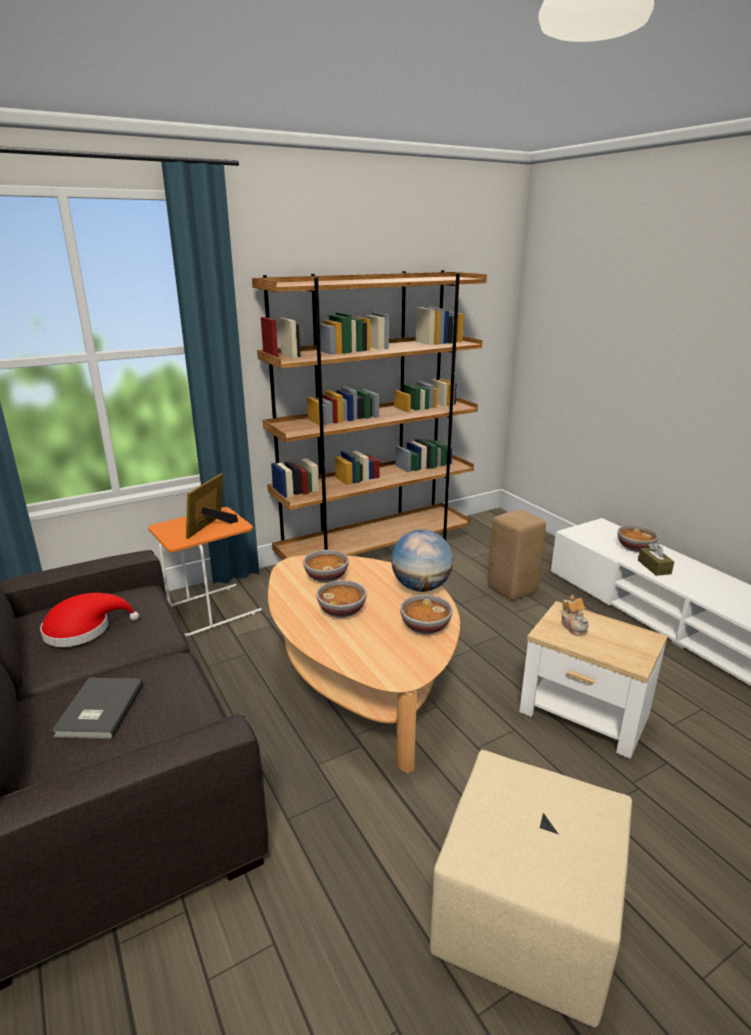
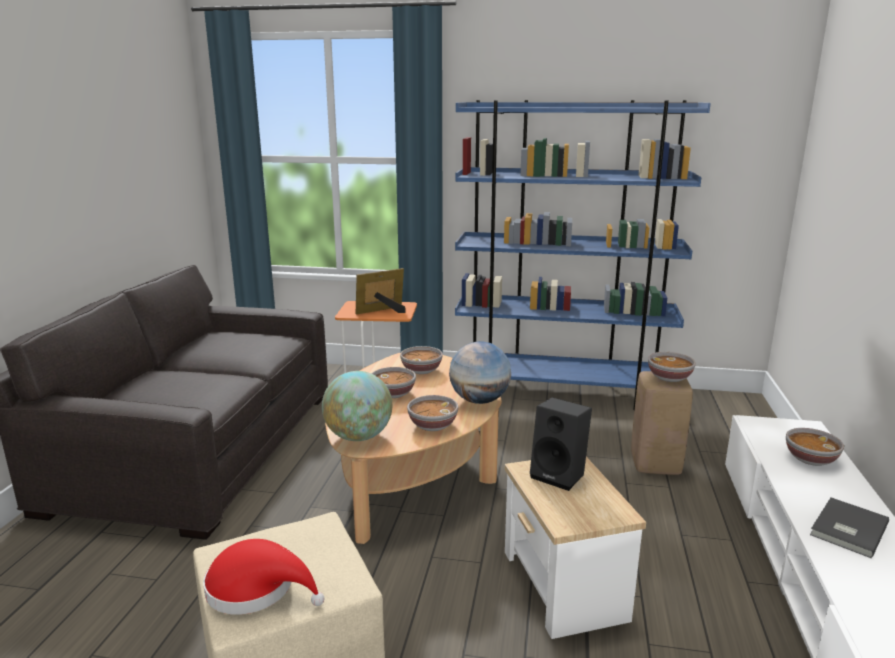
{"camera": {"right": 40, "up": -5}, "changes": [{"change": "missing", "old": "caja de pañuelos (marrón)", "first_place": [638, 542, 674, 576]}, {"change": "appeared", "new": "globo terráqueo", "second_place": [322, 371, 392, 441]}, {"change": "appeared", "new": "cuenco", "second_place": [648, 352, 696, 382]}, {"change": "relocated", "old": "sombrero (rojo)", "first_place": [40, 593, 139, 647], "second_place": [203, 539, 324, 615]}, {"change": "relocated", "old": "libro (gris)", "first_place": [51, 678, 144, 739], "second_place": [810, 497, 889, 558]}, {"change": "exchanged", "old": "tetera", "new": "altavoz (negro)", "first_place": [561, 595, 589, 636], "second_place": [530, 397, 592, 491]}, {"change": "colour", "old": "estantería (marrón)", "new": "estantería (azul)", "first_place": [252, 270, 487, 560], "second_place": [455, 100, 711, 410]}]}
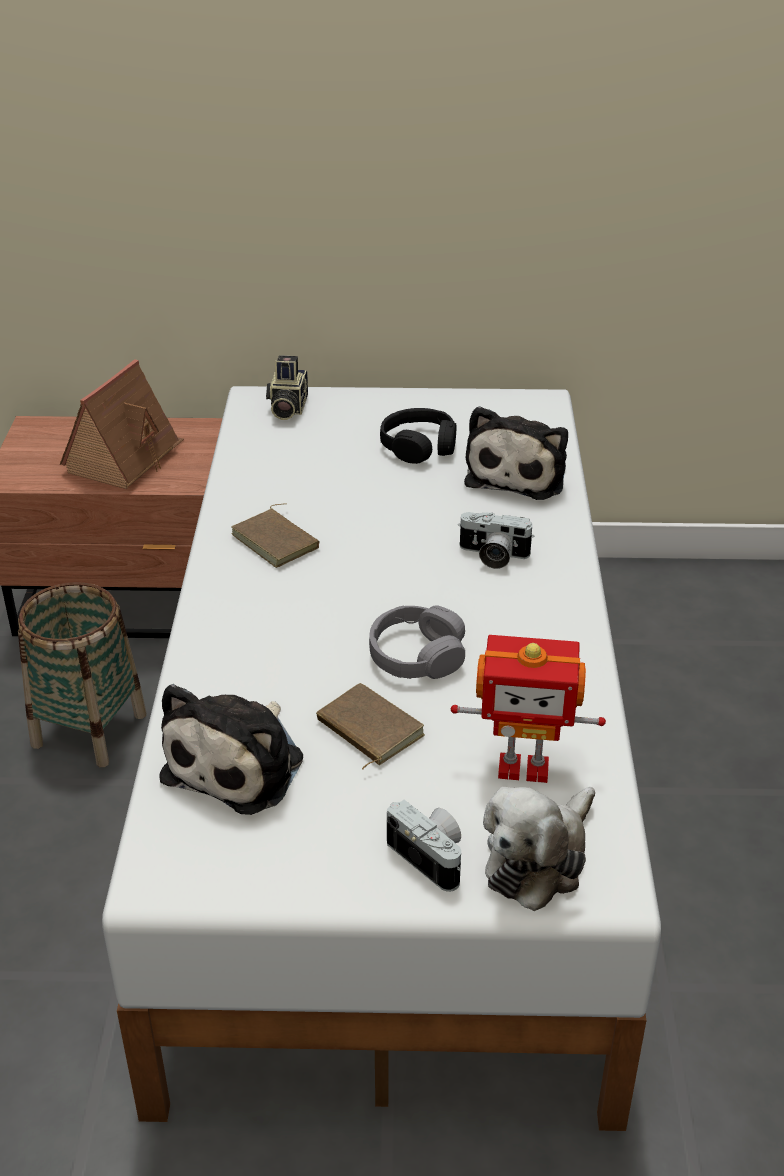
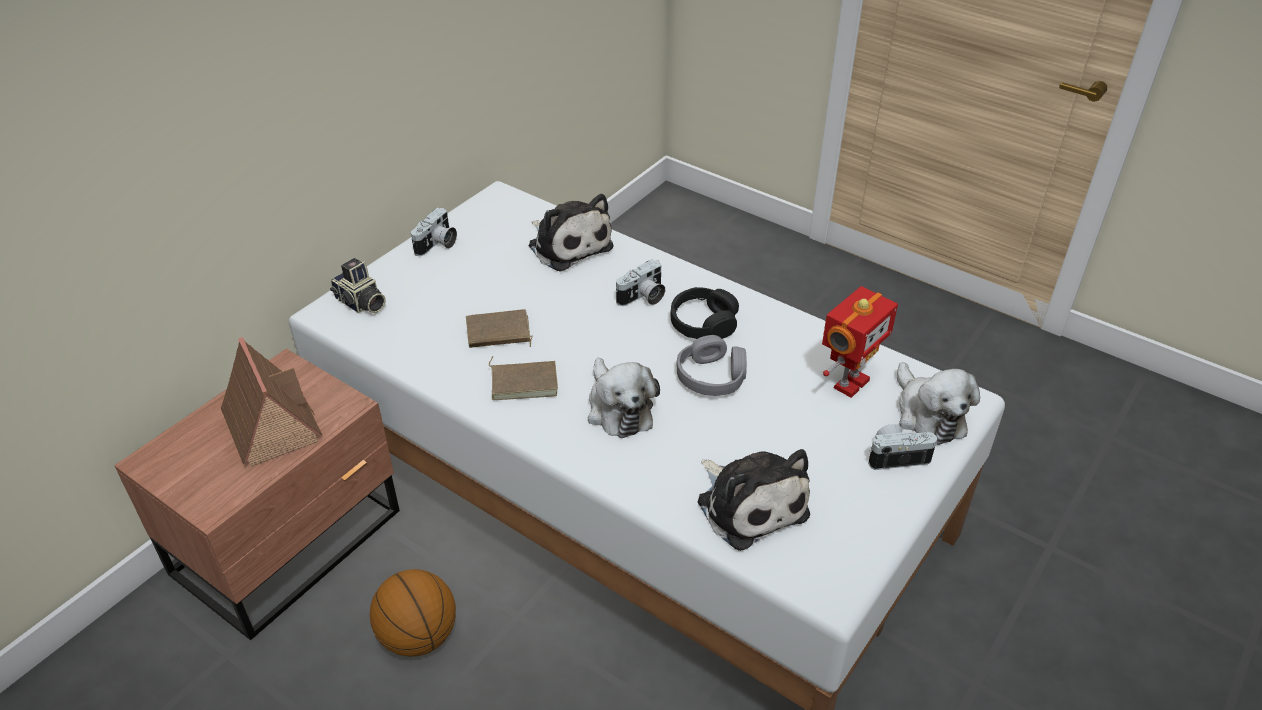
{"camera": {"right": -55, "up": 5}, "changes": [{"change": "appeared", "new": "cámara", "second_place": [411, 208, 457, 256]}, {"change": "appeared", "new": "peluche", "second_place": [588, 358, 660, 438]}, {"change": "relocated", "old": "libro (marrón)", "first_place": [316, 683, 425, 769], "second_place": [466, 309, 533, 348]}, {"change": "relocated", "old": "auriculares (negro)", "first_place": [380, 408, 456, 464], "second_place": [671, 287, 739, 339]}, {"change": "exchanged", "old": "cesta", "new": "balón de baloncesto", "first_place": [18, 582, 146, 767], "second_place": [370, 569, 456, 657]}]}
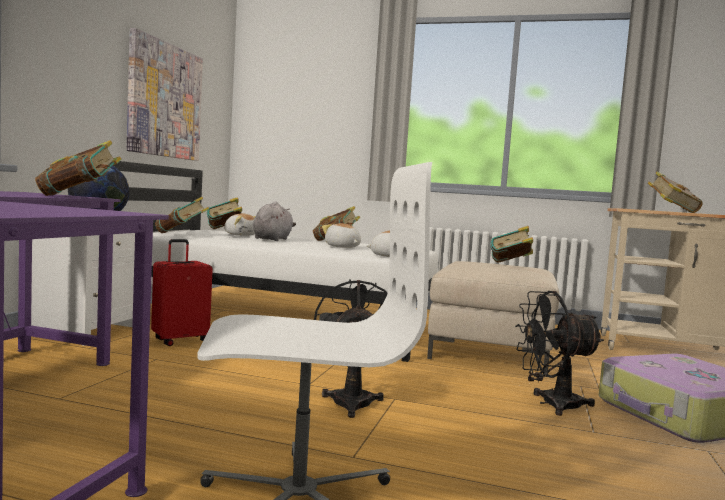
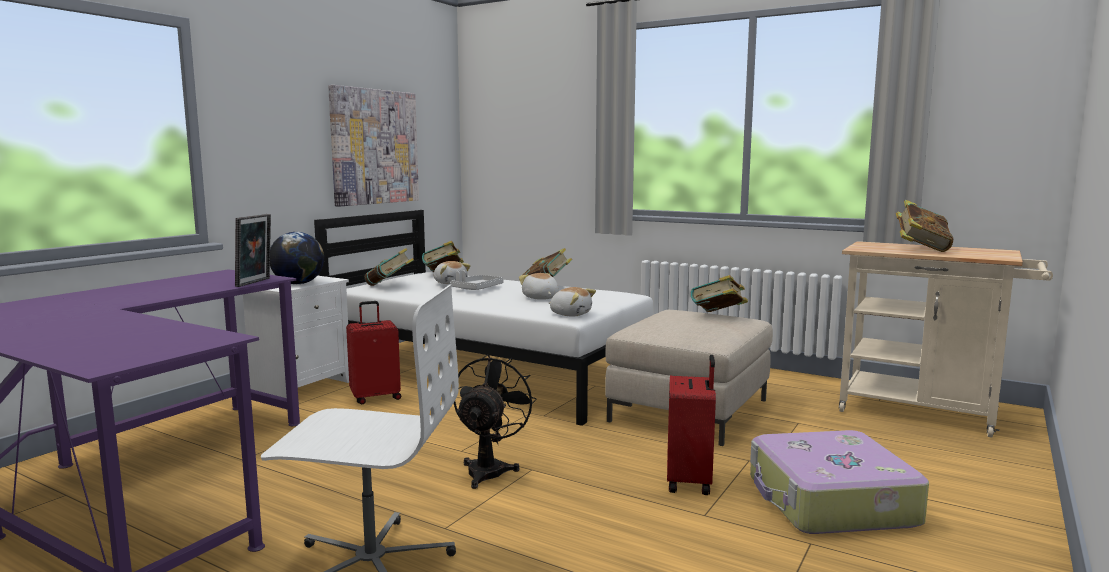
{"camera": {"right": 15, "up": 5}, "changes": [{"change": "exchanged", "old": "libro", "new": "portarretratos", "first_place": [35, 140, 121, 196], "second_place": [235, 214, 271, 287]}, {"change": "exchanged", "old": "peluche (gris)", "new": "bandeja (gris)", "first_place": [253, 202, 296, 241], "second_place": [450, 270, 503, 290]}, {"change": "exchanged", "old": "ventilador (negro)", "new": "maleta (rojo)", "first_place": [515, 291, 604, 416], "second_place": [667, 355, 716, 495]}]}
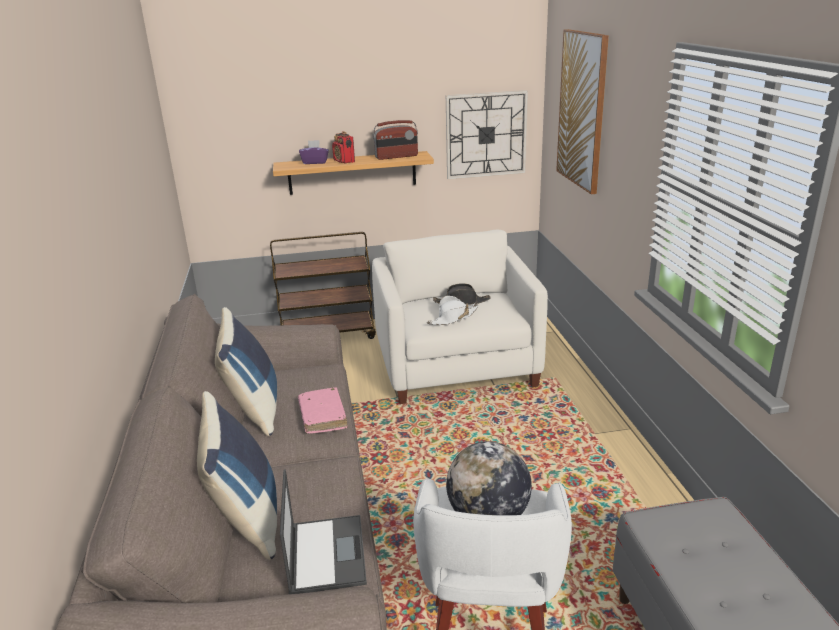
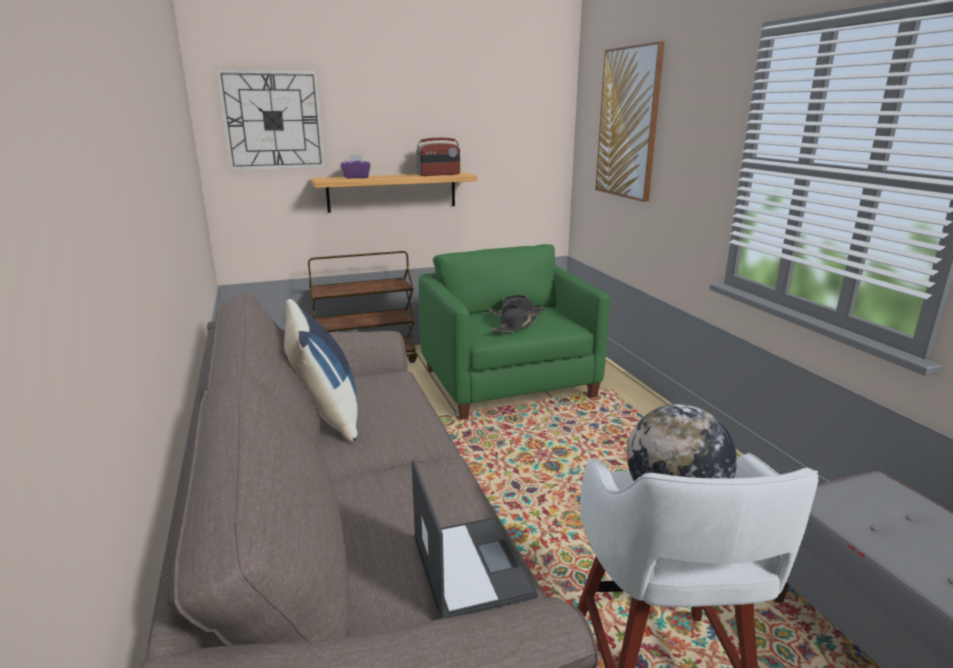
{"camera": {"right": -10, "up": -5}, "changes": [{"change": "missing", "old": "cojín (azul)", "first_place": [197, 391, 277, 560]}, {"change": "missing", "old": "libro (rosa)", "first_place": [298, 387, 348, 433]}, {"change": "missing", "old": "radio", "first_place": [332, 131, 355, 164]}, {"change": "relocated", "old": "reloj de pared", "first_place": [446, 90, 528, 180], "second_place": [216, 69, 325, 170]}, {"change": "colour", "old": "sillón (blanco)", "new": "sillón (verde)", "first_place": [372, 230, 548, 404], "second_place": [419, 244, 610, 420]}, {"change": "colour", "old": "sombrero (blanco)", "new": "sombrero (negro)", "first_place": [427, 296, 479, 325], "second_place": [491, 304, 539, 332]}]}
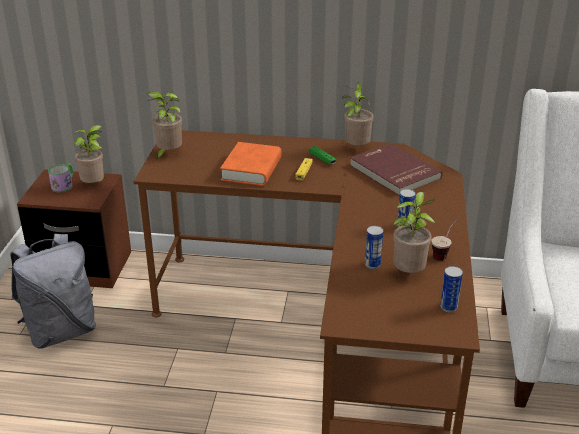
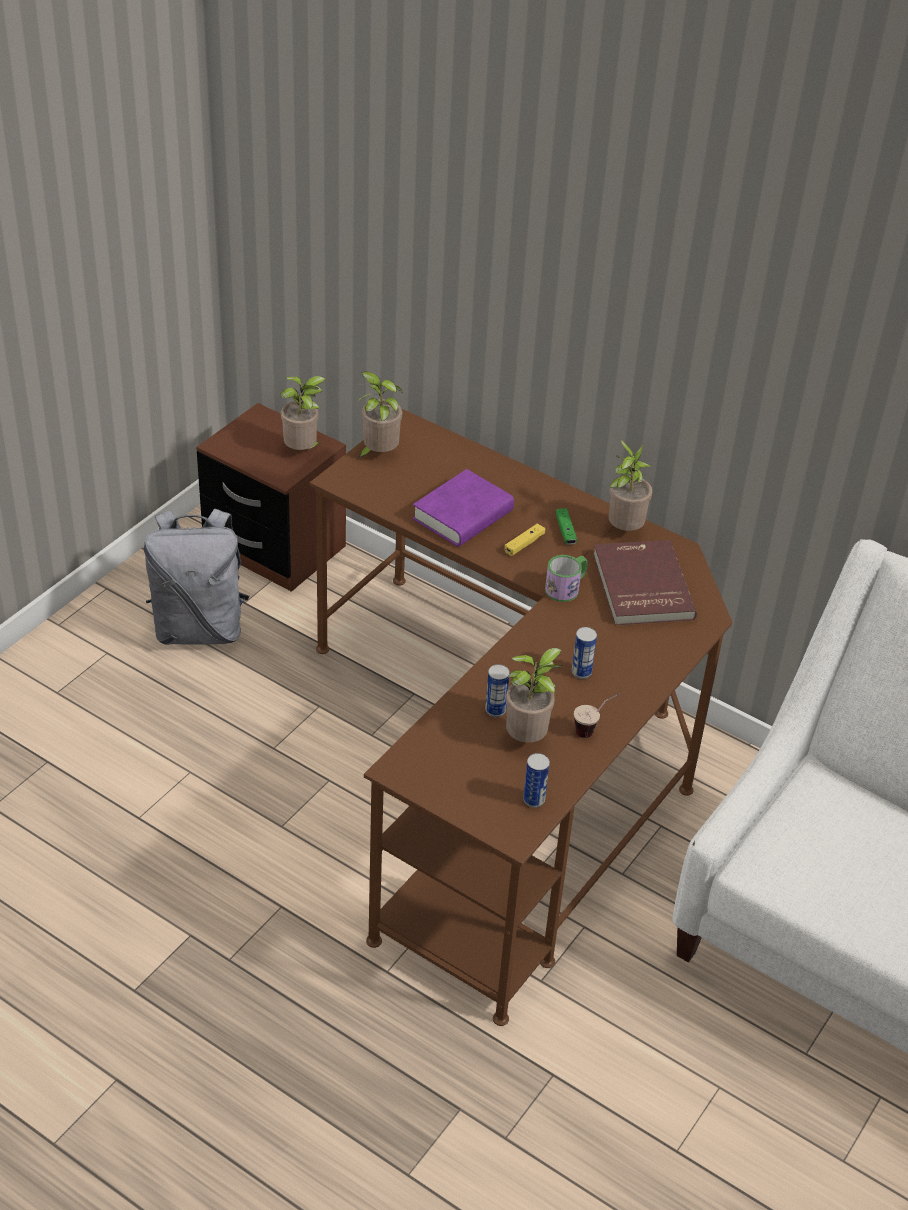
{"camera": {"right": 25, "up": 10}, "changes": [{"change": "relocated", "old": "taza grande", "first_place": [48, 163, 73, 192], "second_place": [545, 555, 587, 602]}, {"change": "colour", "old": "libro (naranja)", "new": "libro (morado)", "first_place": [220, 142, 281, 186], "second_place": [412, 469, 514, 547]}]}
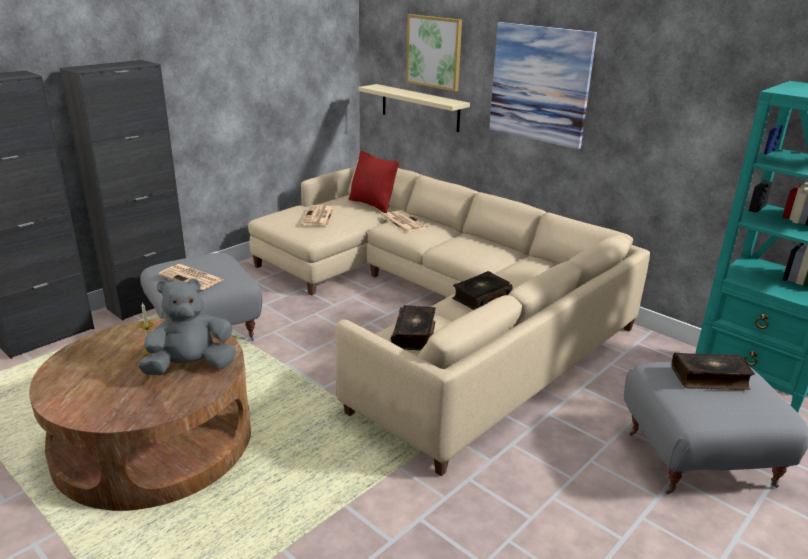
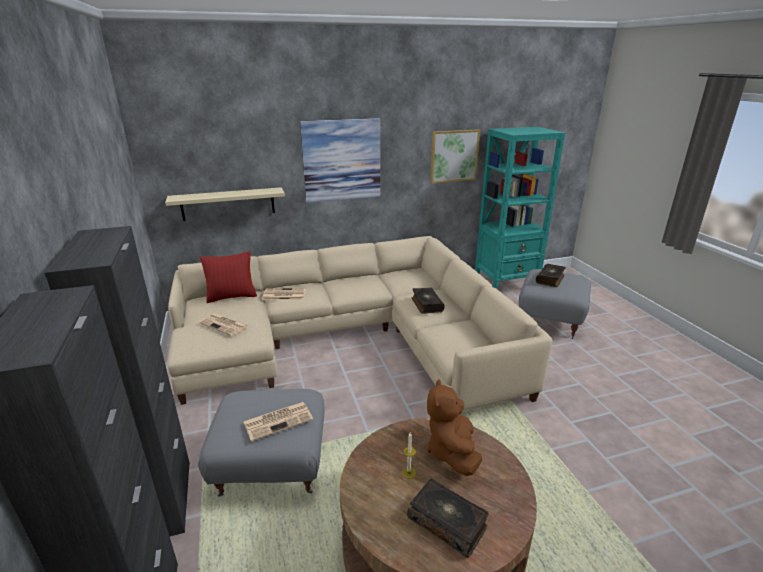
{"camera": {"right": -60, "up": 0}, "changes": [{"change": "relocated", "old": "libro", "first_place": [390, 305, 436, 351], "second_place": [407, 479, 488, 558]}, {"change": "relocated", "old": "cuadro", "first_place": [406, 14, 462, 91], "second_place": [430, 129, 480, 183]}, {"change": "colour", "old": "peluche (gris)", "new": "peluche (marrón)", "first_place": [138, 278, 236, 375], "second_place": [427, 379, 482, 476]}]}
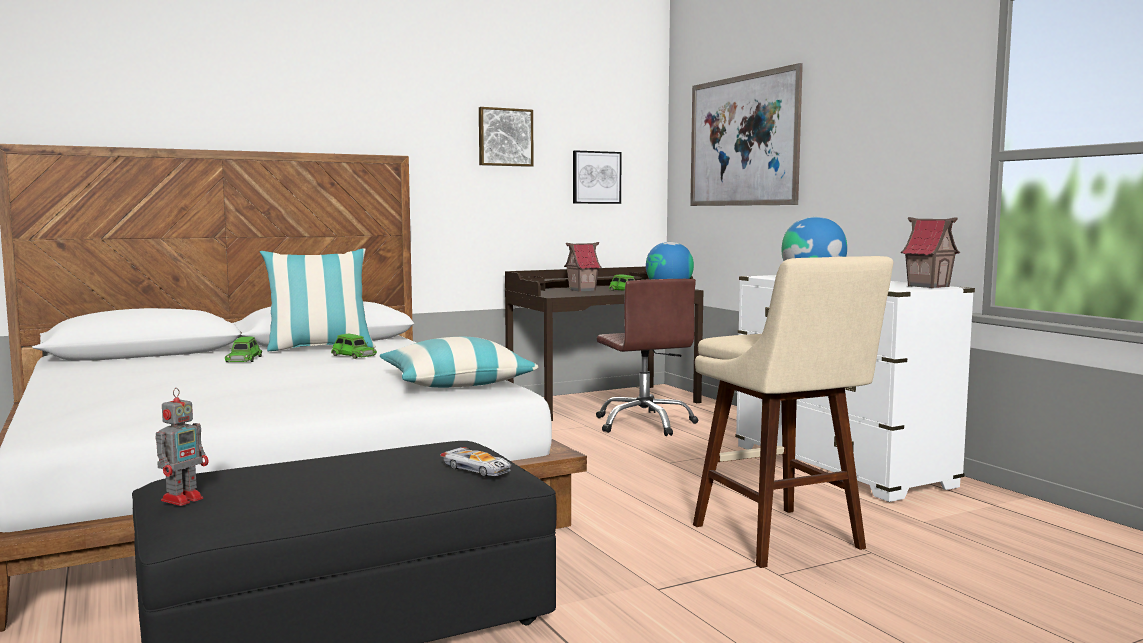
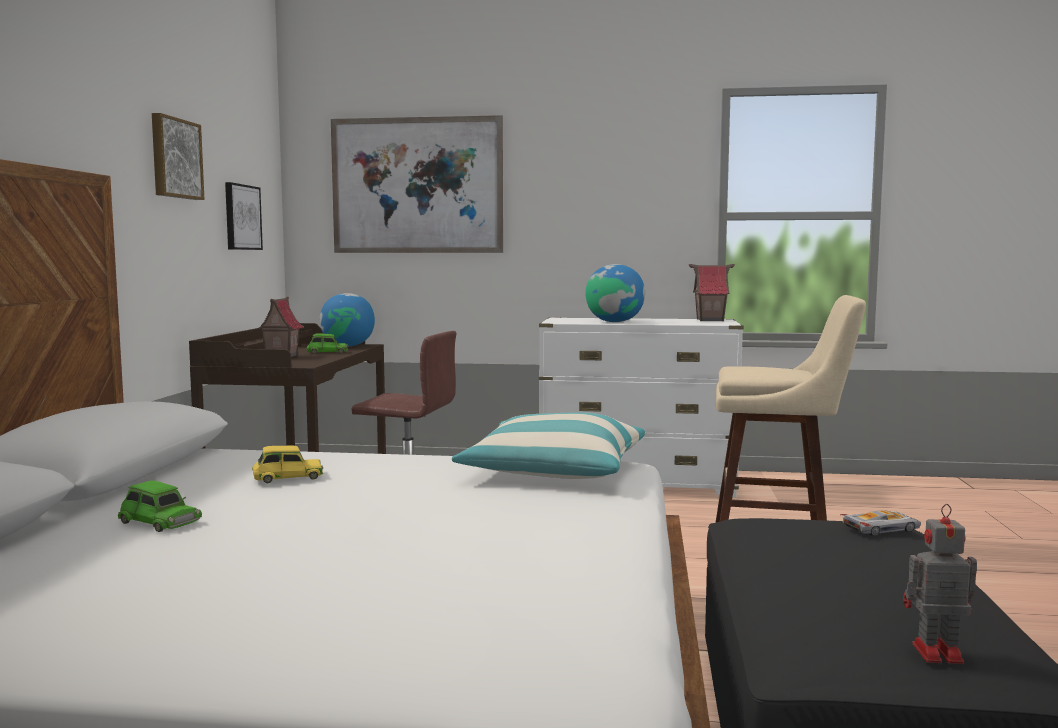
{"camera": {"right": -55, "up": 0}, "changes": [{"change": "missing", "old": "cojín", "first_place": [260, 248, 376, 351]}, {"change": "colour", "old": "coche de juguete (verde)", "new": "coche de juguete (amarillo)", "first_place": [331, 333, 377, 359], "second_place": [252, 446, 323, 483]}, {"change": "spun", "old": "robot de juguete", "first_place": [155, 388, 208, 506], "second_place": [903, 504, 977, 664], "degrees": -60}]}
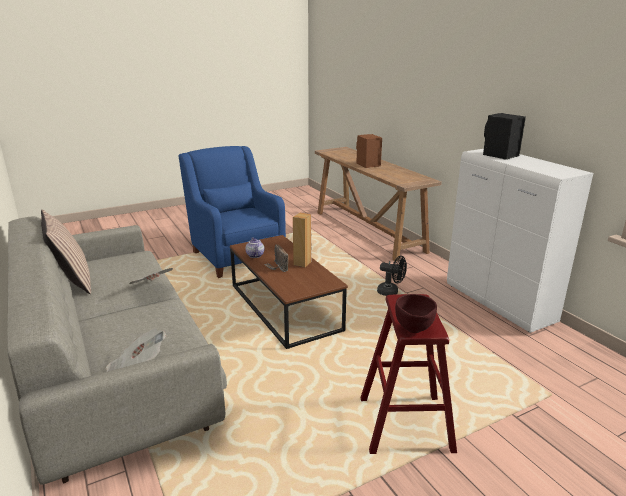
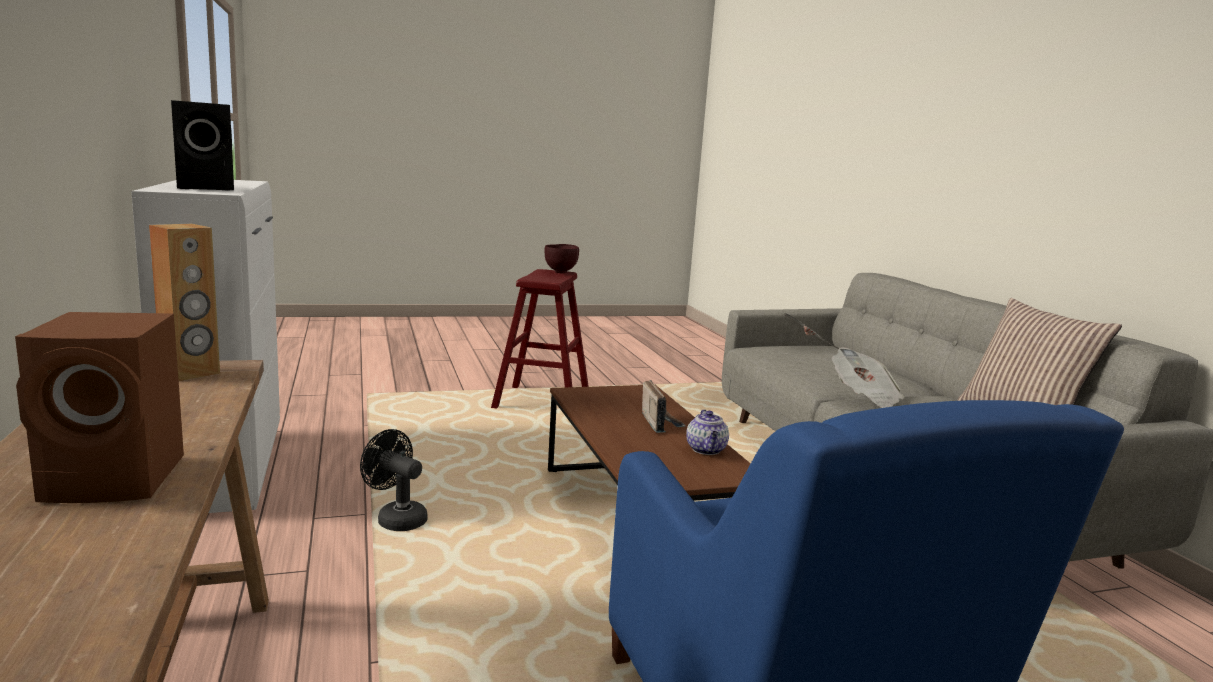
{"camera": {"right": -170, "up": -10}, "changes": [{"change": "relocated", "old": "altavoz (marrón)", "first_place": [293, 212, 311, 267], "second_place": [149, 224, 220, 381]}]}
